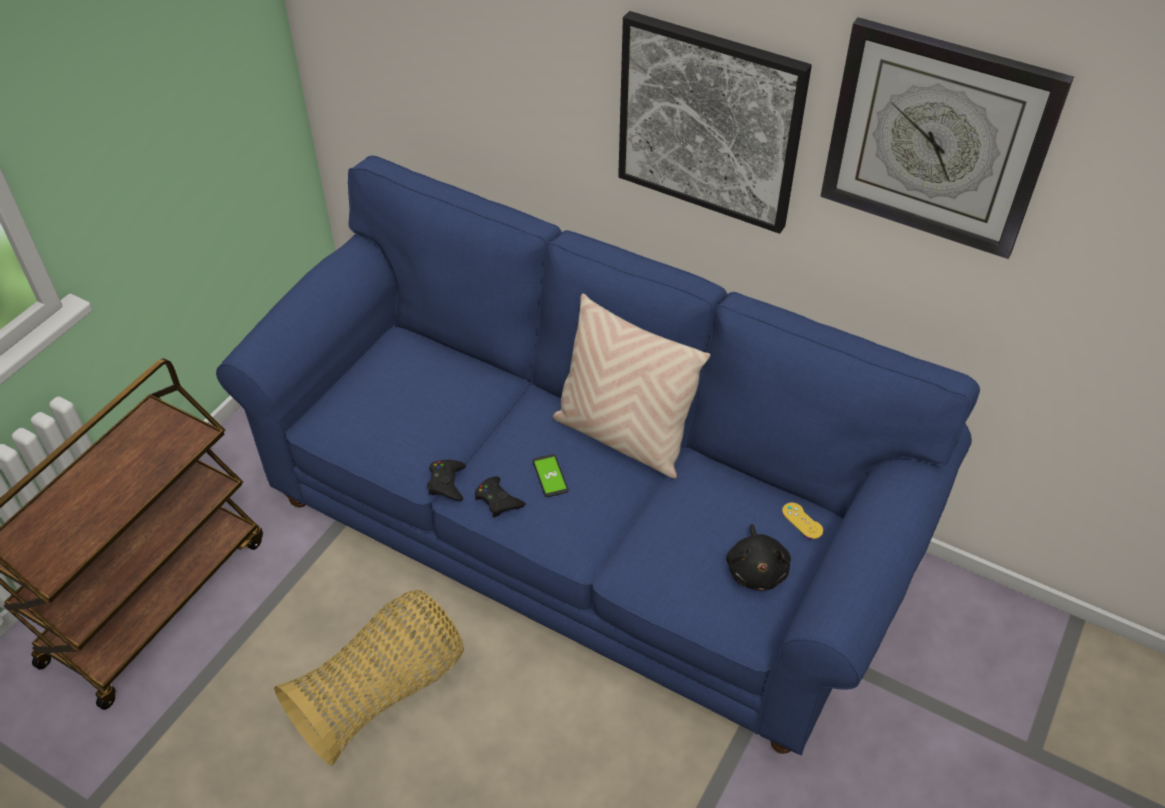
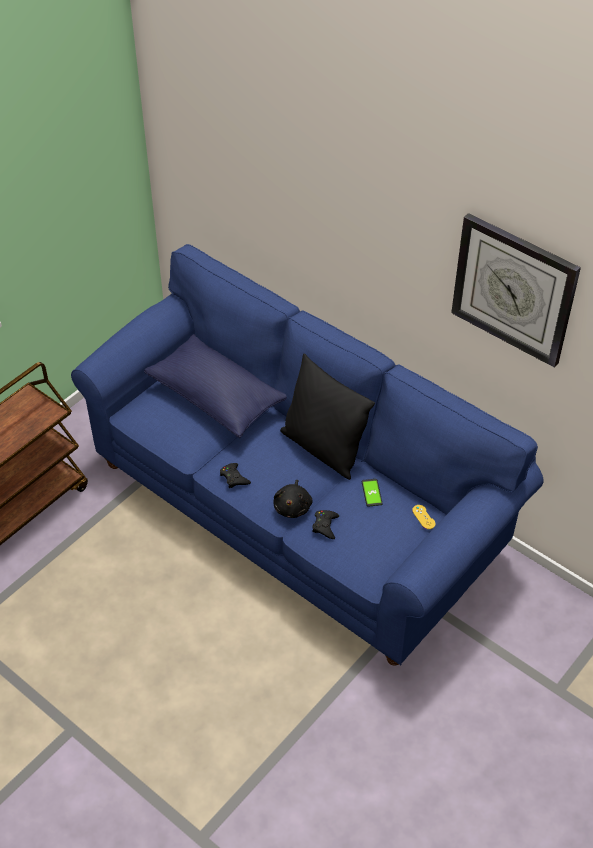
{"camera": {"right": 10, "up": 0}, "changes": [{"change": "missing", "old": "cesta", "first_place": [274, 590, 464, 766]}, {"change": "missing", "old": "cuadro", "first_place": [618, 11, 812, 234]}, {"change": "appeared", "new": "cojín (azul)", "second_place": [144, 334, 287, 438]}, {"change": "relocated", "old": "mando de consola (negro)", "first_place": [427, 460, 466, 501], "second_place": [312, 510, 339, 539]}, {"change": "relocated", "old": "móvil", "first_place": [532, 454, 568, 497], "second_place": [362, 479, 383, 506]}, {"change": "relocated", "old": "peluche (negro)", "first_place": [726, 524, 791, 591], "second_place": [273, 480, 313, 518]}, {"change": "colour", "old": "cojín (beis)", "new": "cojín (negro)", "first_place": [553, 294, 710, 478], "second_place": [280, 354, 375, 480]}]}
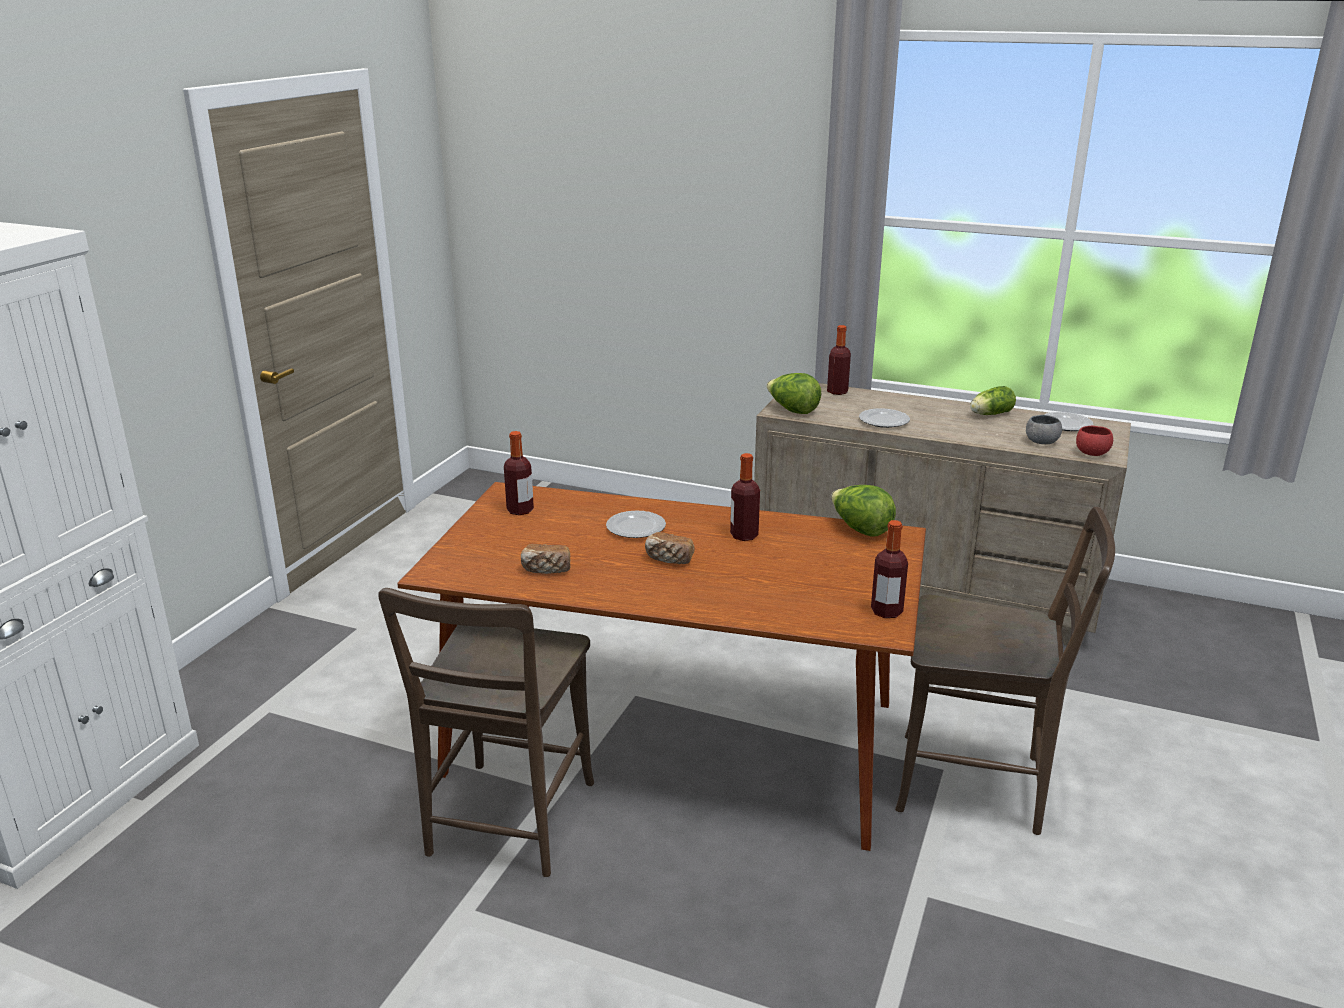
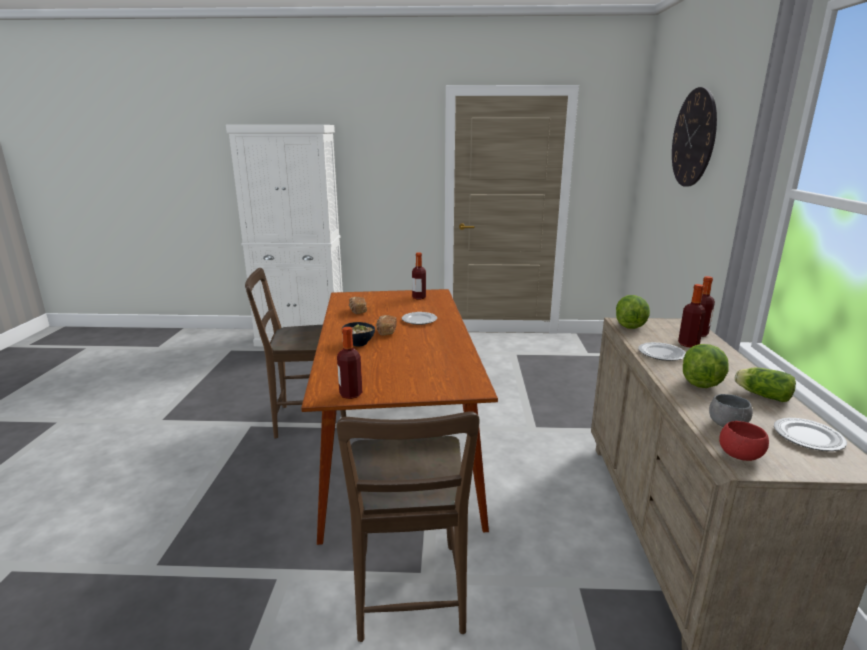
{"camera": {"right": 70, "up": -5}, "changes": [{"change": "appeared", "new": "cuenco", "second_place": [342, 322, 375, 346]}, {"change": "appeared", "new": "reloj de pared", "second_place": [672, 87, 717, 187]}, {"change": "relocated", "old": "botella", "first_place": [730, 453, 760, 541], "second_place": [678, 284, 706, 347]}, {"change": "relocated", "old": "lechuga", "first_place": [831, 485, 896, 537], "second_place": [683, 344, 729, 388]}]}
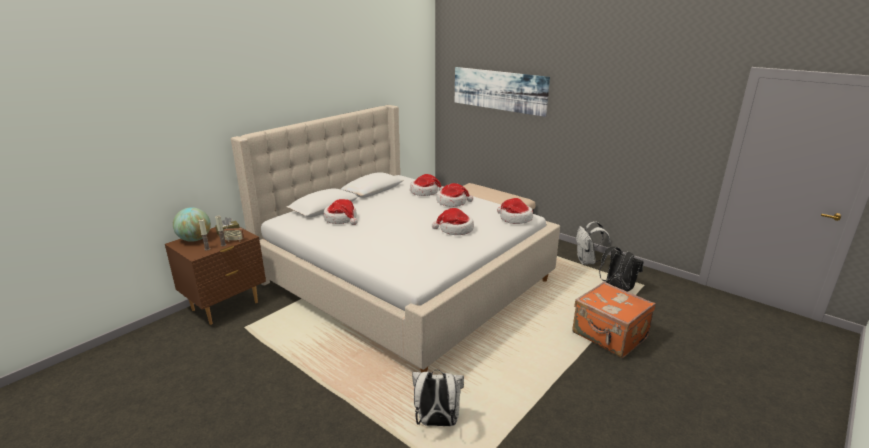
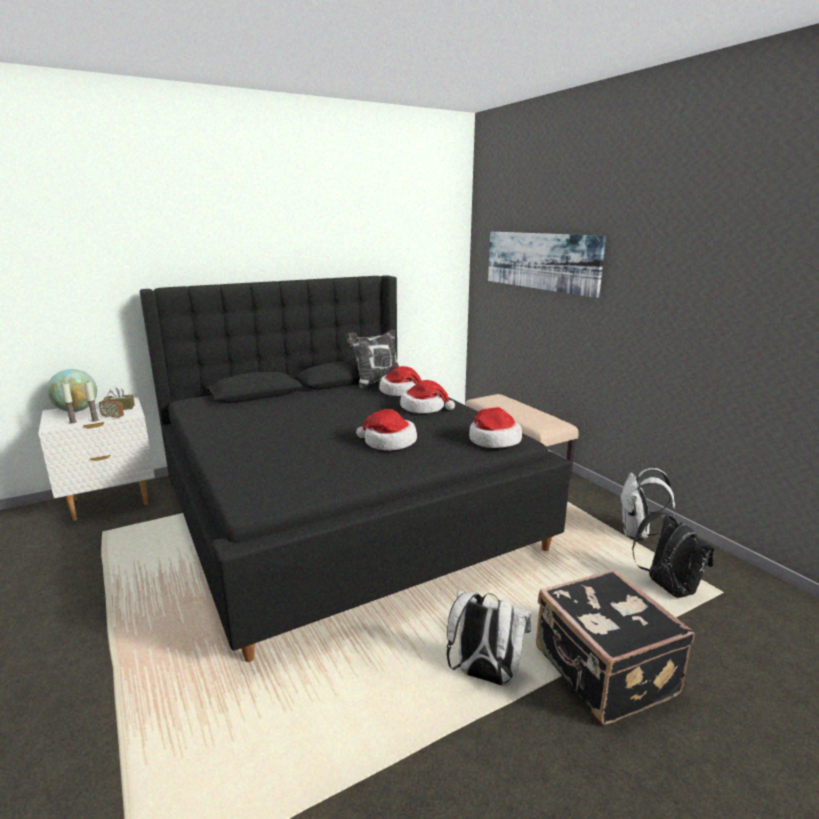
{"camera": {"right": 20, "up": -5}, "changes": [{"change": "missing", "old": "sombrero", "first_place": [323, 199, 357, 225]}, {"change": "appeared", "new": "cojín", "second_place": [346, 330, 399, 389]}, {"change": "relocated", "old": "mochila (blanco)", "first_place": [412, 370, 464, 426], "second_place": [447, 590, 532, 686]}, {"change": "colour", "old": "mesita de noche (marrón)", "new": "mesita de noche (blanco)", "first_place": [165, 227, 266, 325], "second_place": [38, 397, 155, 521]}, {"change": "colour", "old": "cama (beis)", "new": "cama (negro)", "first_place": [231, 105, 560, 373], "second_place": [140, 275, 571, 662]}, {"change": "colour", "old": "maleta (naranja)", "new": "maleta (negro)", "first_place": [572, 282, 656, 358], "second_place": [536, 569, 695, 725]}]}
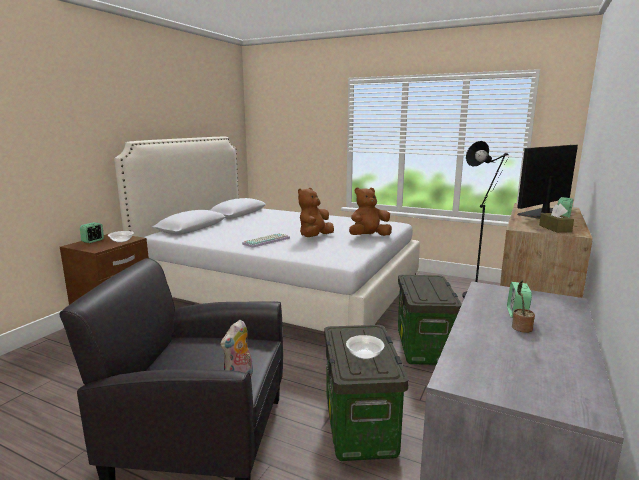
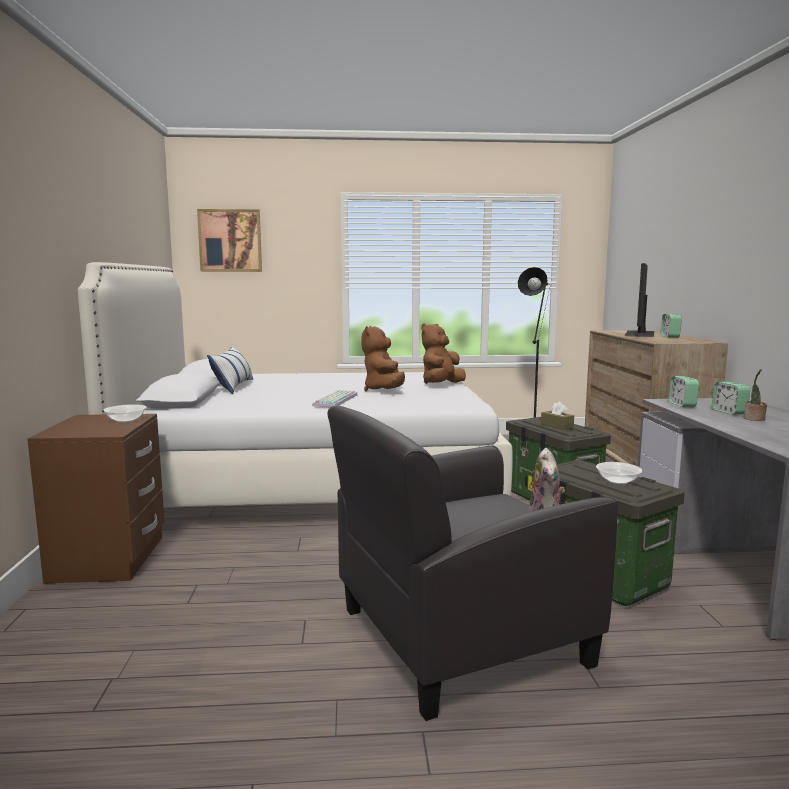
{"camera": {"right": -30, "up": -5}, "changes": [{"change": "appeared", "new": "cuadro", "second_place": [197, 209, 262, 272]}, {"change": "appeared", "new": "cojín", "second_place": [207, 346, 253, 394]}, {"change": "relocated", "old": "despertador", "first_place": [80, 222, 104, 243], "second_place": [669, 376, 699, 407]}, {"change": "relocated", "old": "caja de pañuelos (marrón)", "first_place": [539, 204, 574, 233], "second_place": [541, 402, 574, 430]}]}
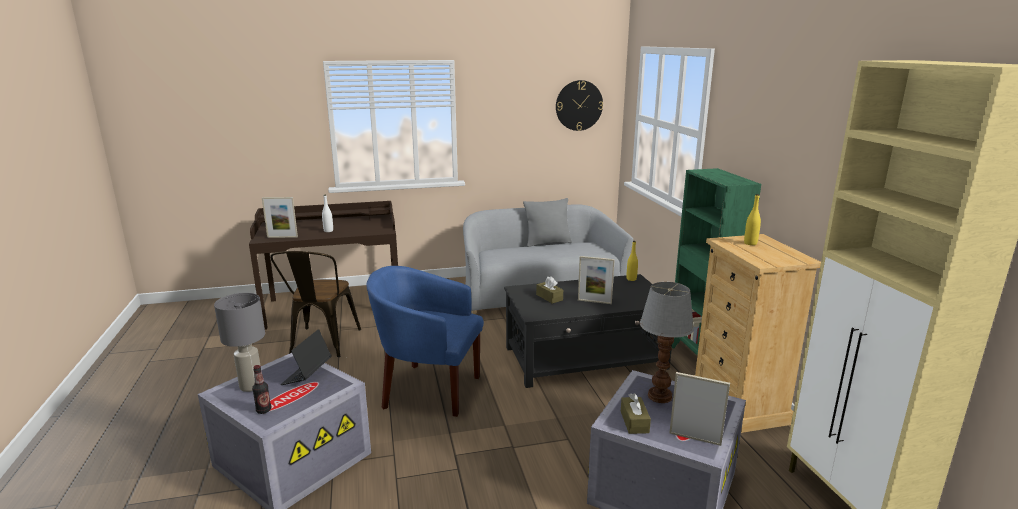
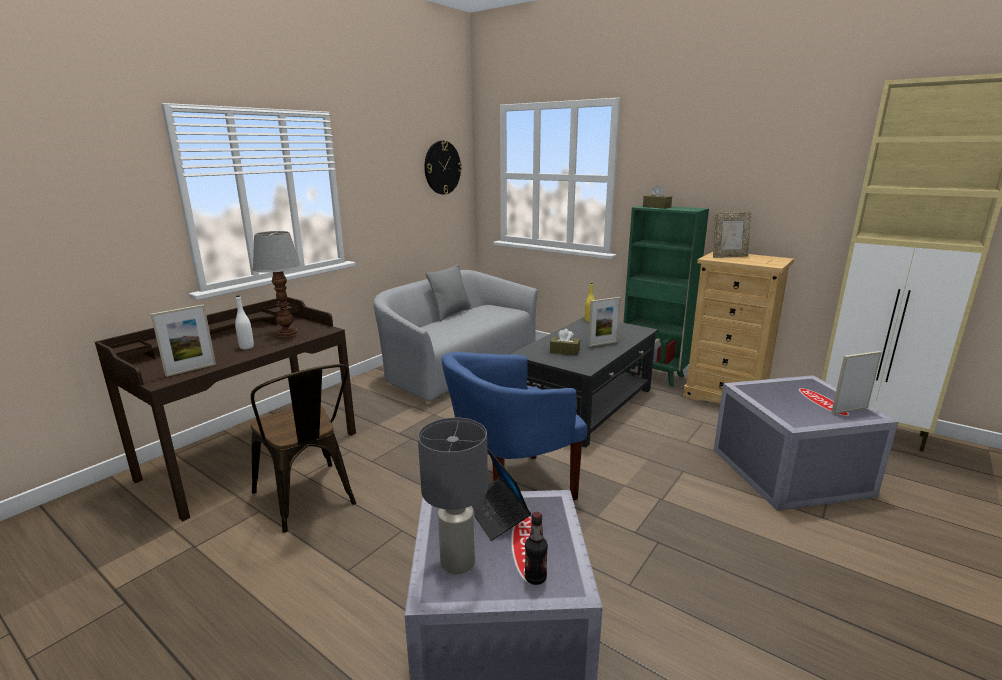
{"camera": {"right": -40, "up": 0}, "changes": [{"change": "relocated", "old": "caja de pañuelos (marrón)", "first_place": [621, 393, 651, 434], "second_place": [643, 185, 672, 209]}, {"change": "relocated", "old": "lámpara de mesa", "first_place": [640, 282, 694, 403], "second_place": [252, 231, 301, 338]}, {"change": "exchanged", "old": "botella (amarillo)", "new": "portarretratos", "first_place": [744, 194, 761, 245], "second_place": [713, 212, 751, 258]}]}
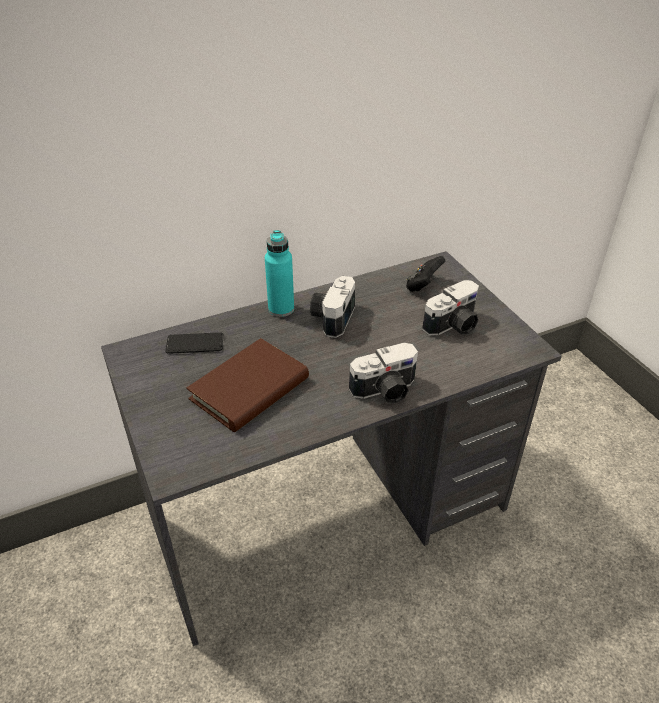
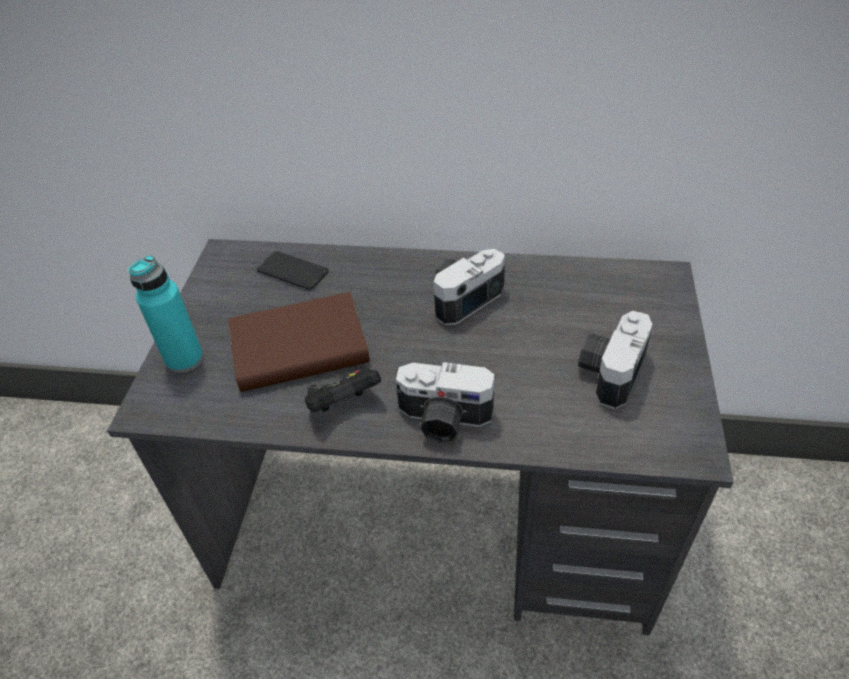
{"camera": {"right": 35, "up": 5}, "changes": [{"change": "relocated", "old": "botella (turquesa)", "first_place": [265, 230, 294, 317], "second_place": [128, 255, 203, 373]}, {"change": "relocated", "old": "mando de consola (negro)", "first_place": [406, 256, 445, 292], "second_place": [305, 369, 381, 412]}, {"change": "spun", "old": "cámara", "first_place": [422, 280, 479, 335], "second_place": [578, 311, 653, 409], "degrees": 120}]}
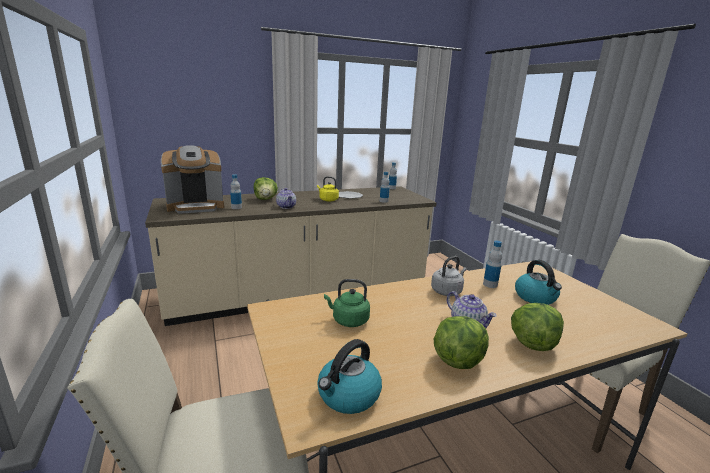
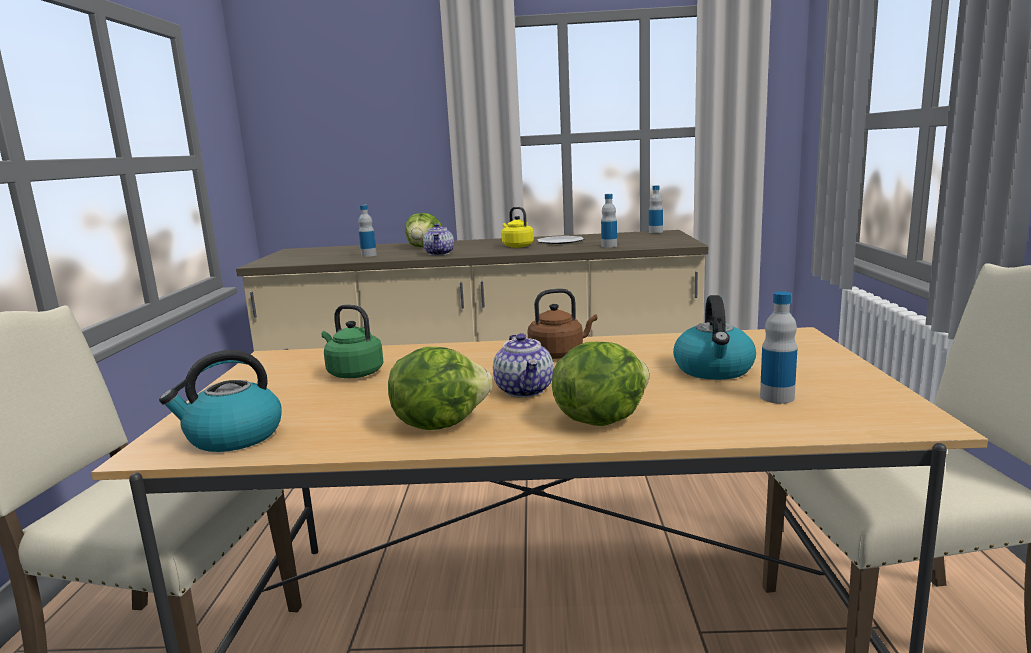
{"camera": {"right": 25, "up": -5}, "changes": [{"change": "missing", "old": "cafetera", "first_place": [161, 145, 224, 214]}, {"change": "relocated", "old": "botella", "first_place": [483, 241, 502, 288], "second_place": [760, 291, 797, 404]}, {"change": "colour", "old": "hervidor (gris)", "new": "hervidor (marrón)", "first_place": [431, 256, 467, 296], "second_place": [527, 289, 598, 359]}]}
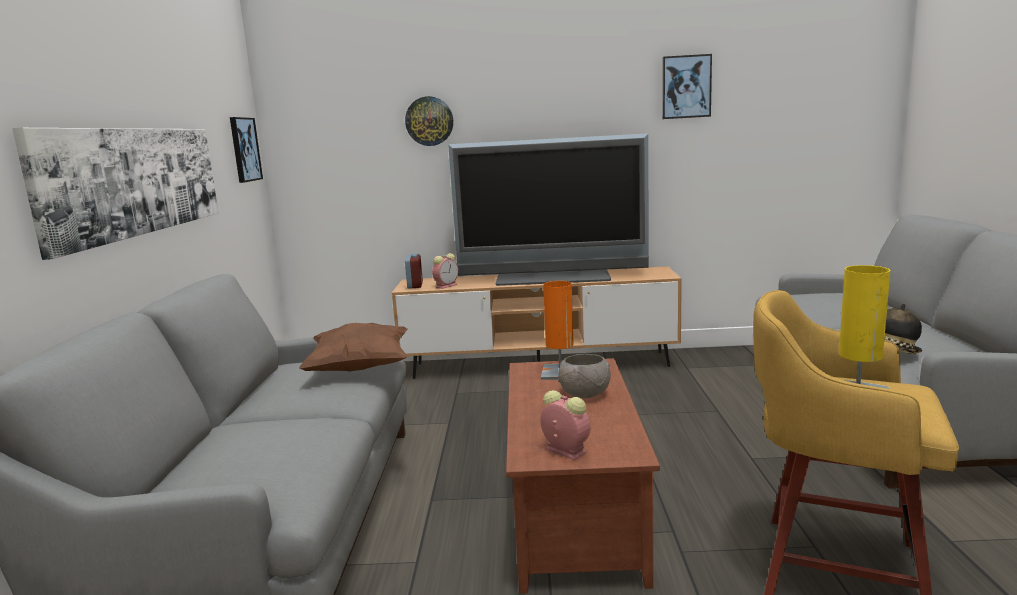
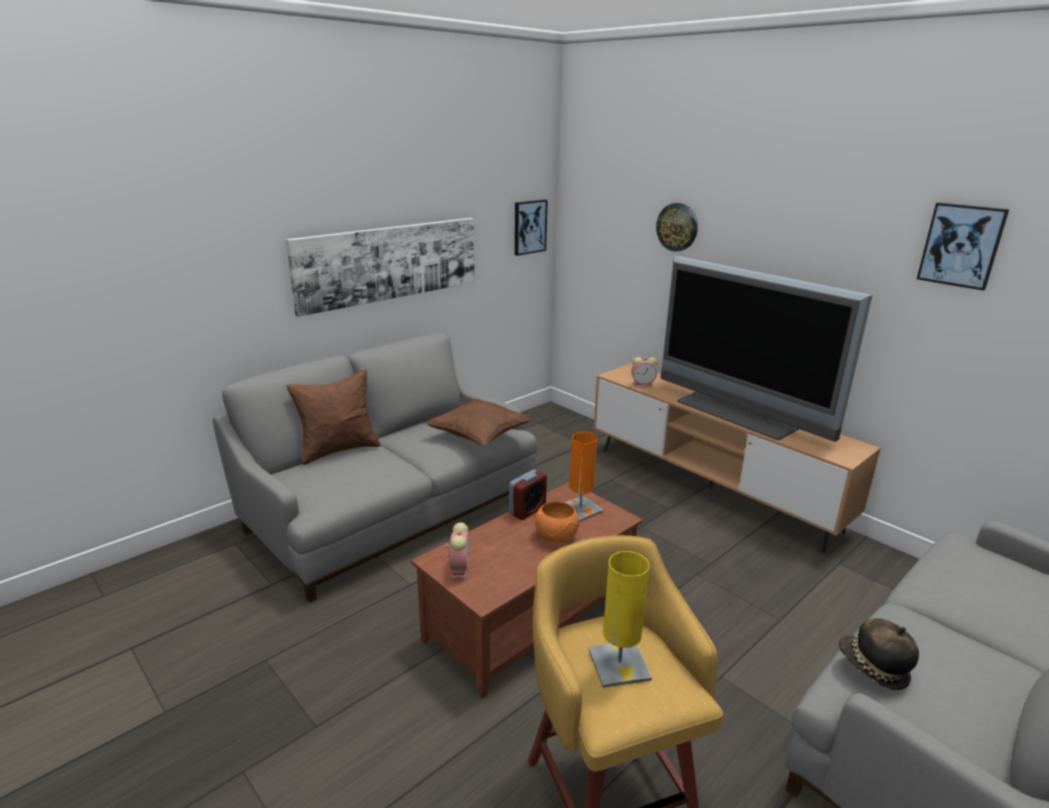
{"camera": {"right": 45, "up": 10}, "changes": [{"change": "appeared", "new": "cojín (marrón)", "second_place": [286, 369, 381, 465]}, {"change": "relocated", "old": "despertador", "first_place": [405, 253, 423, 289], "second_place": [509, 470, 547, 520]}, {"change": "colour", "old": "cuenco (gris)", "new": "cuenco (naranja)", "first_place": [558, 354, 611, 398], "second_place": [535, 501, 580, 543]}]}
